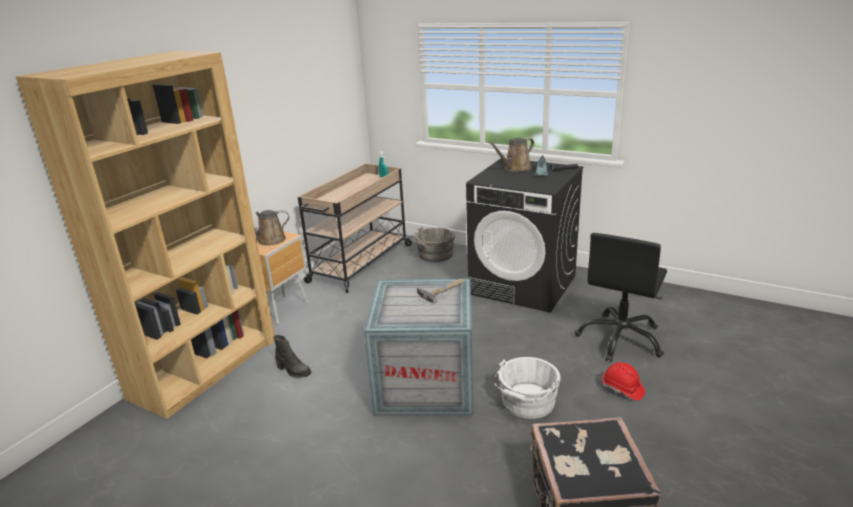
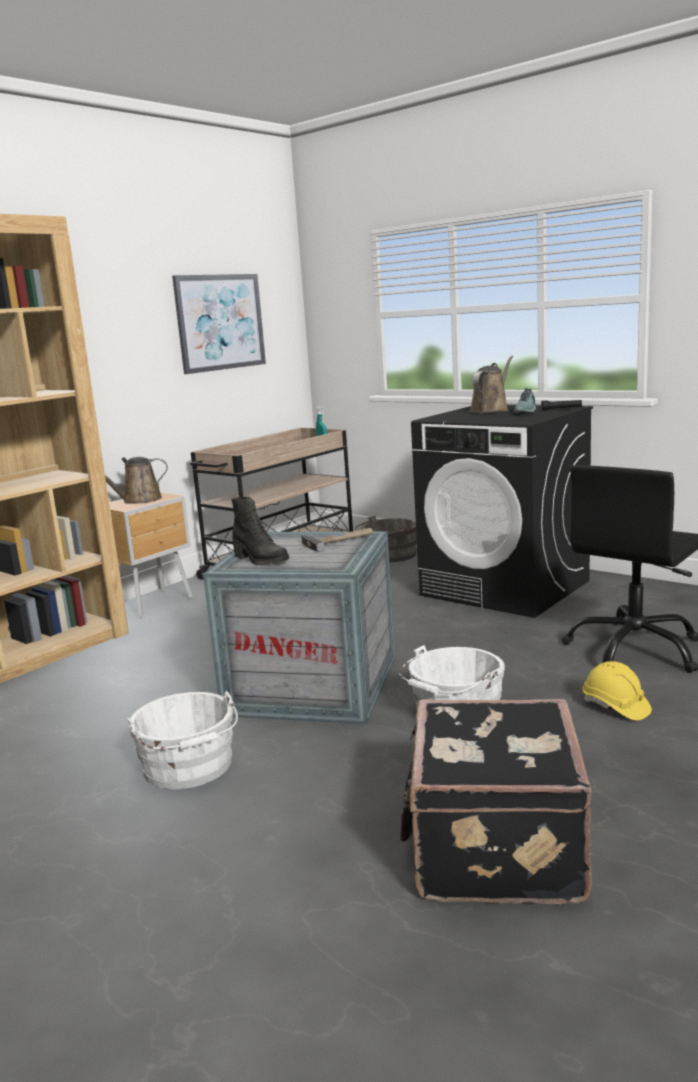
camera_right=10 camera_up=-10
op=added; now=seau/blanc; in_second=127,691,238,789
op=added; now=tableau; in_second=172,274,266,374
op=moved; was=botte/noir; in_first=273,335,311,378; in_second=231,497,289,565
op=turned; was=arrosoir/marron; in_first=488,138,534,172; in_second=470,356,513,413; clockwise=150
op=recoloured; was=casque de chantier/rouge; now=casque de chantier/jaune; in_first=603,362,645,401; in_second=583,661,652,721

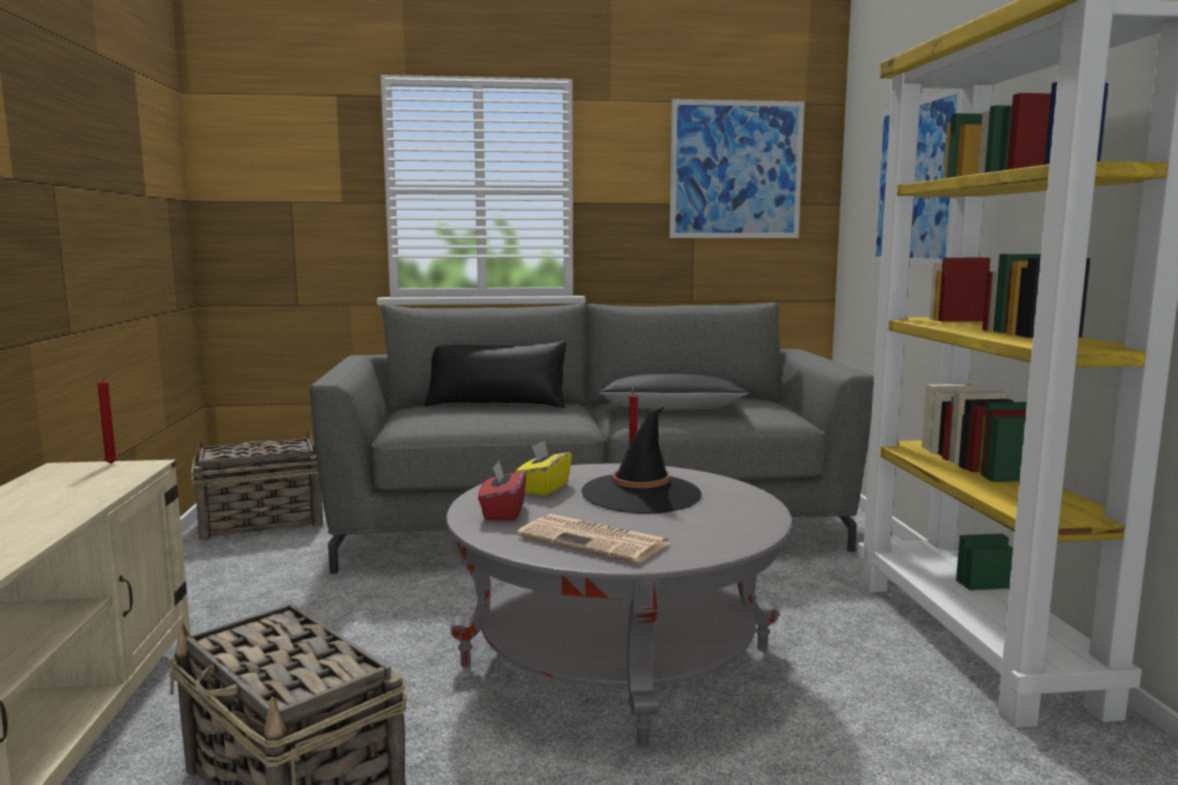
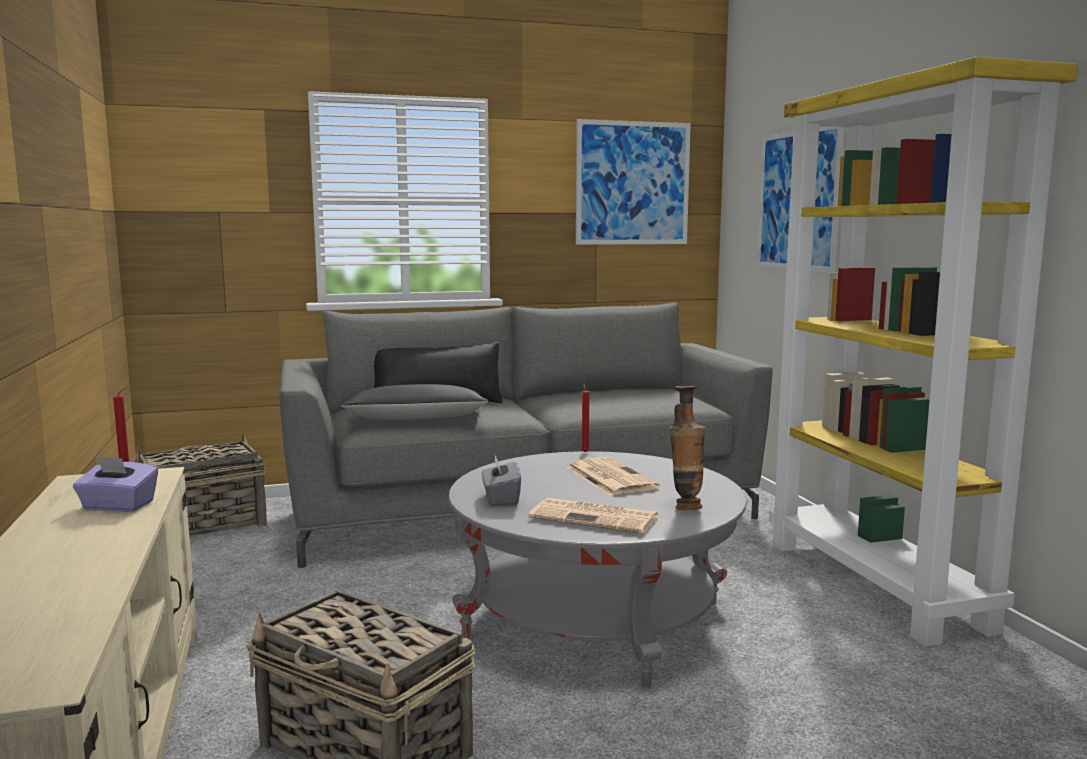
camera_right=-10 camera_up=0
op=added; now=boîte à mouchoirs/violet; in_second=73,456,158,512
op=moved; was=coussin/noir; in_first=598,374,749,410; in_second=340,384,489,420
op=recoloured; was=boîte à mouchoirs/rouge; now=boîte à mouchoirs/gris; in_first=478,460,526,520; in_second=482,455,521,506
op=replaced; was=chapeau/noir; now=journal; in_first=581,407,702,514; in_second=566,457,659,496
op=added; now=vase; in_second=669,386,706,510
op=removed; was=boîte à mouchoirs/jaune; in_first=515,440,572,496

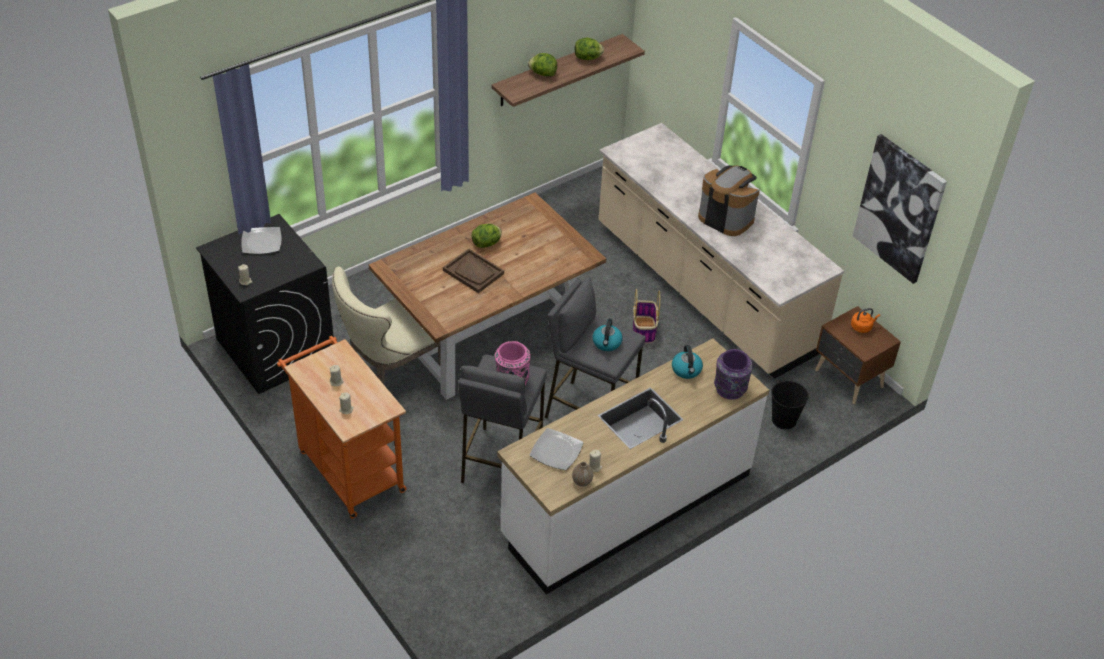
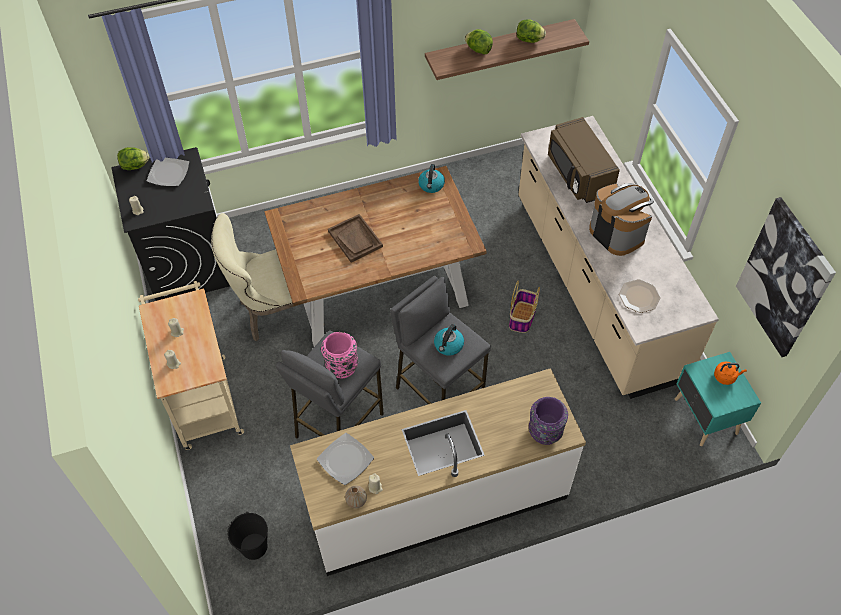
camera_right=20 camera_up=10
op=moved; was=laitue; in_first=471,224,502,248; in_second=117,147,149,170
op=recoloured; was=chariot/orange; now=chariot/beige; in_first=277,336,406,519; in_second=138,281,244,450
op=moved; was=seau/noir; in_first=771,380,809,429; in_second=227,512,268,560
op=moved; was=bouilloire; in_first=672,345,703,379; in_second=418,164,445,193
op=added; now=micro-ondes/marron; in_second=548,117,620,203
op=added; now=assiette; in_second=619,279,661,313
op=recoloured; was=table de chevet/marron; now=table de chevet/turquoise; in_first=815,306,901,404; in_second=675,352,761,446

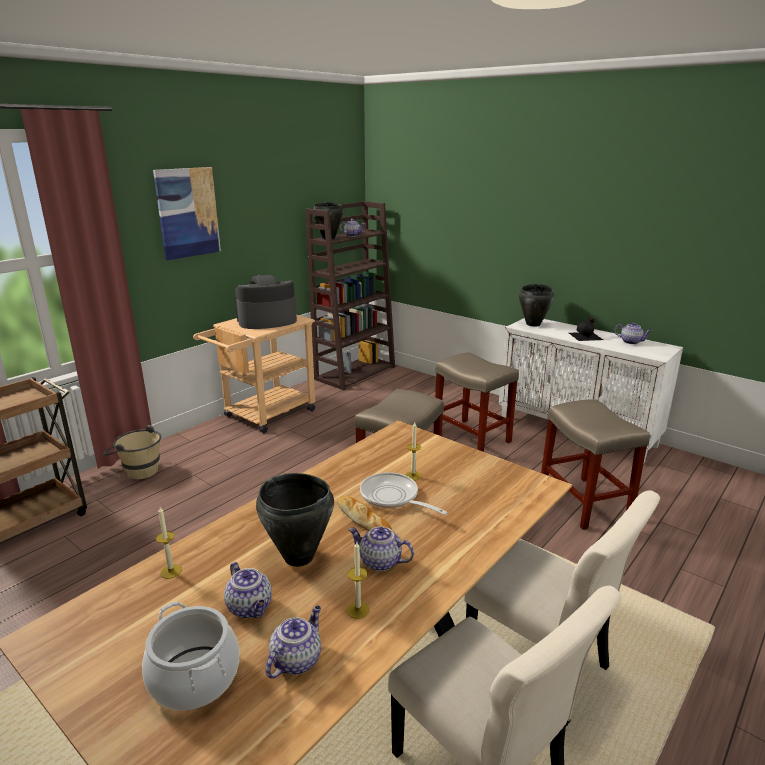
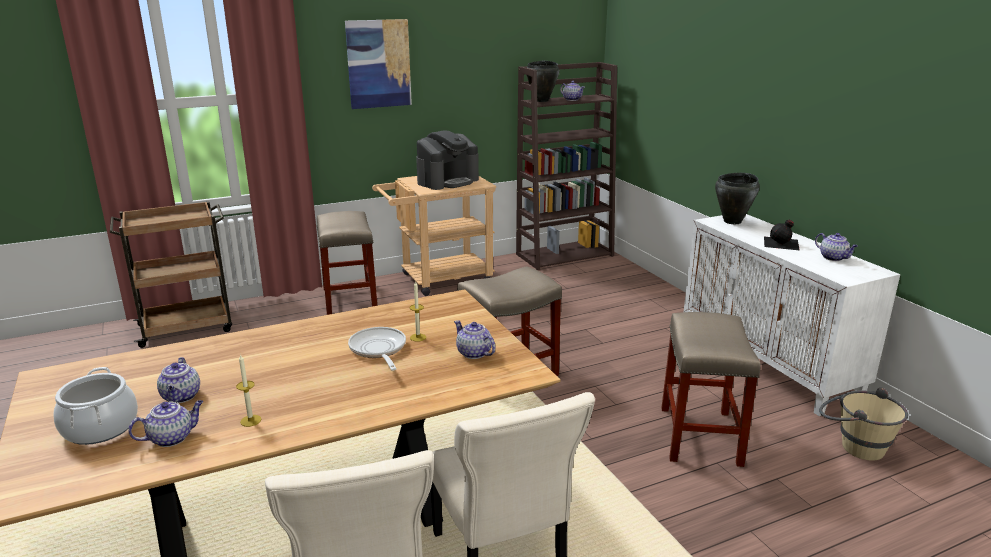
camera_right=25 camera_up=0
op=moved; was=tabouret/beige; in_first=433,352,519,452; in_second=317,211,377,315
op=turned; was=machine à café; in_first=235,275,297,329; in_second=416,130,479,190; clockwise=135
op=moved; was=théière; in_first=348,526,414,571; in_second=454,320,496,359
op=moved; was=seau/beige; in_first=103,425,161,479; in_second=819,388,908,461
op=removed; was=bougie; in_first=156,507,182,579
op=removed; was=marmite/noir; in_first=256,473,334,567
op=removed; was=pain; in_first=337,496,392,531

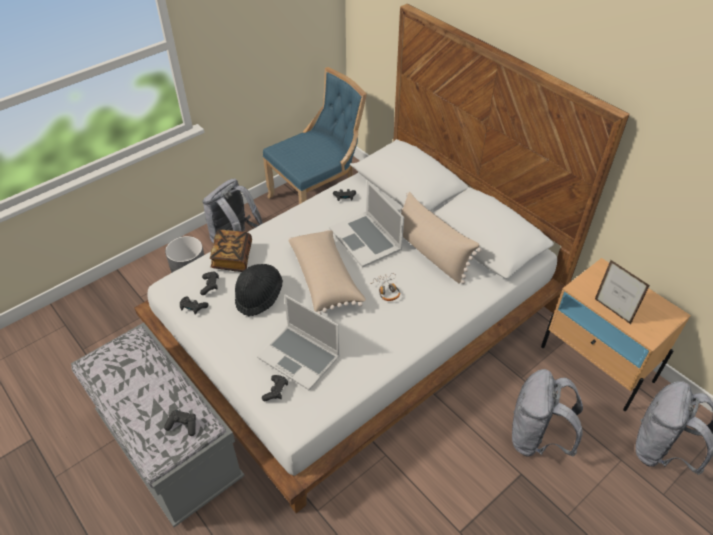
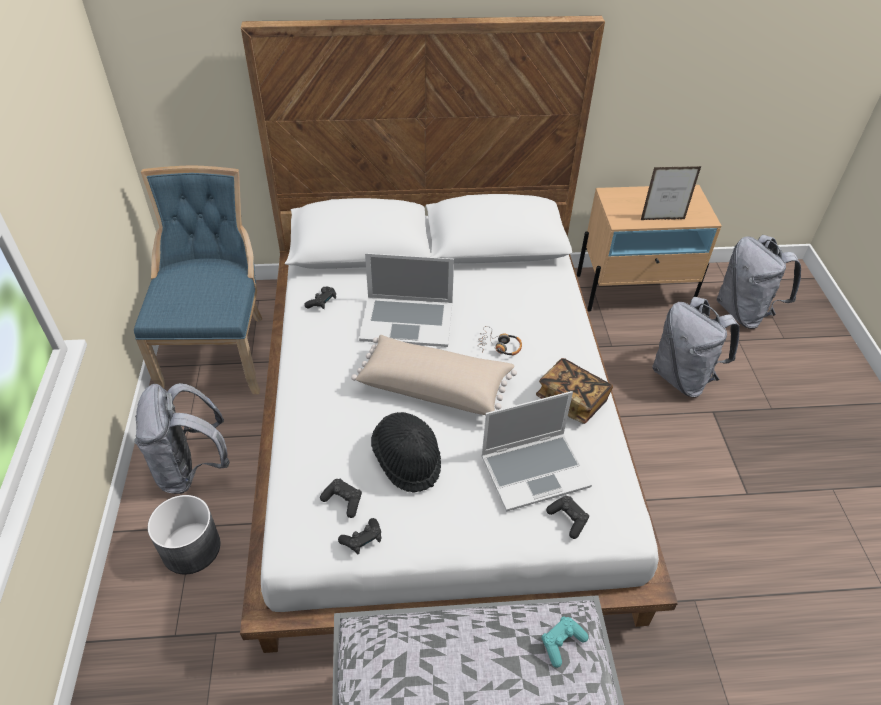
camera_right=-55 camera_up=0
op=moved; was=livre; in_first=210,230,252,272; in_second=536,358,613,424
op=recoloured; was=manette/noir; now=manette/turquoise; in_first=164,410,196,436; in_second=542,616,589,668
op=removed; was=coussin/beige; in_first=401,192,482,284

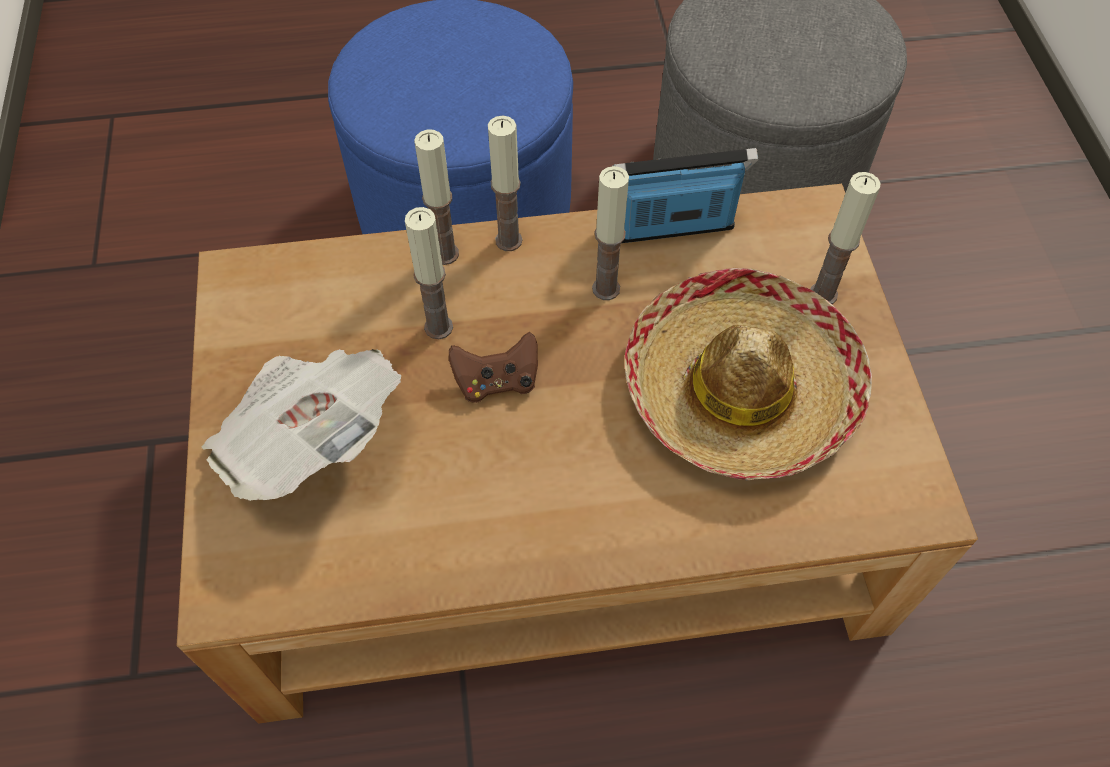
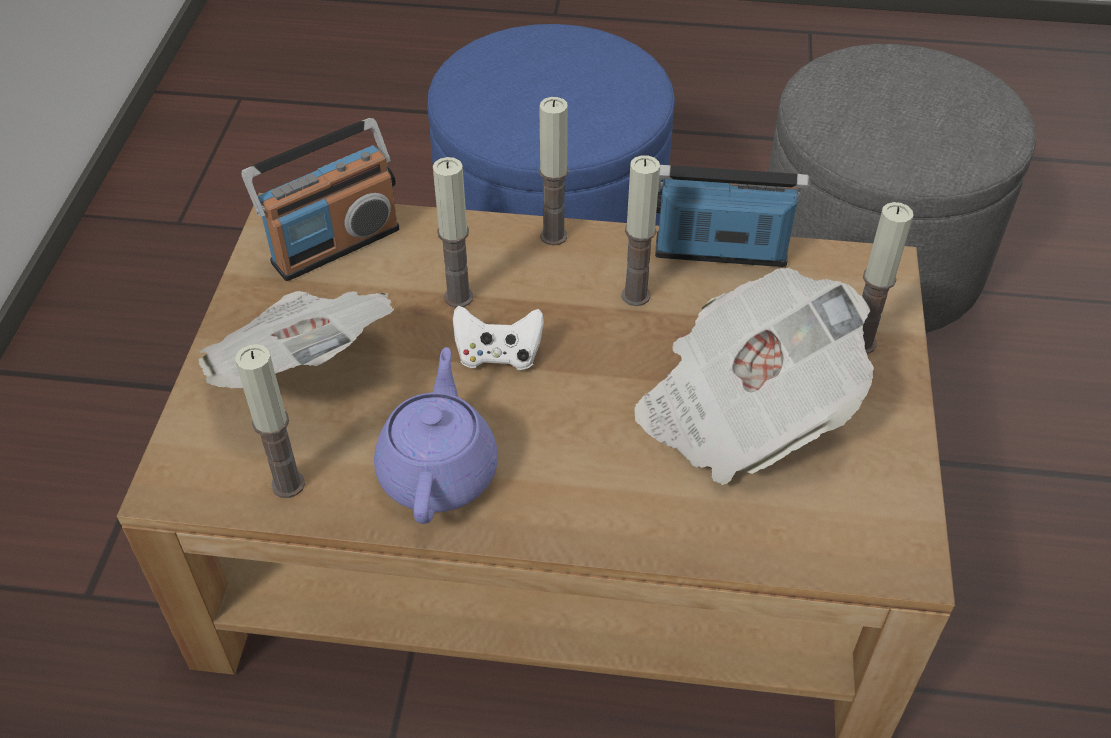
camera_right=15 camera_up=-10
op=moved; was=bougie; in_first=414,130,459,265; in_second=235,344,305,498
op=added; now=radio; in_second=241,118,399,281
op=added; now=théière/violet; in_second=374,347,498,524
op=recoloured; was=manette/marron; now=manette/blanc; in_first=449,332,538,403; in_second=453,306,544,370
op=replaced; was=chapeau; now=journal; in_first=625,268,872,481; in_second=634,267,874,485

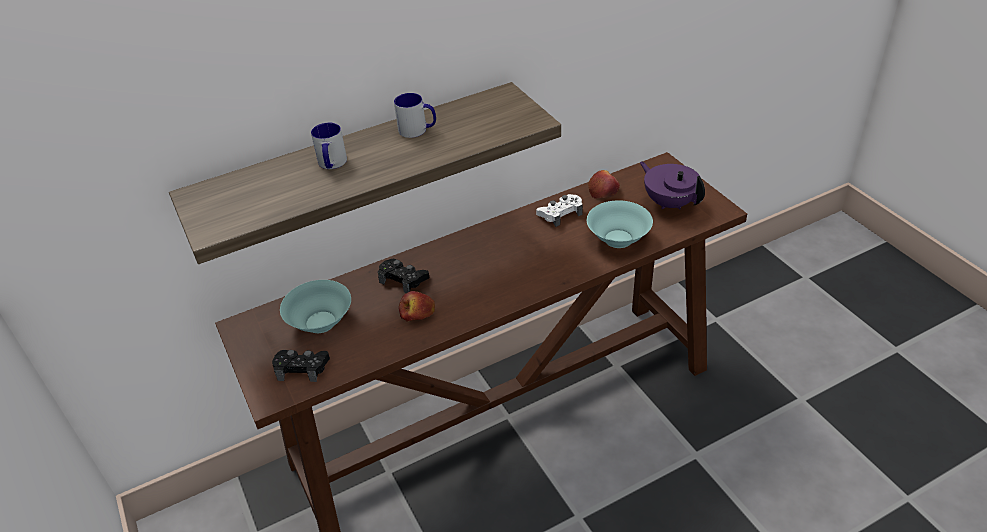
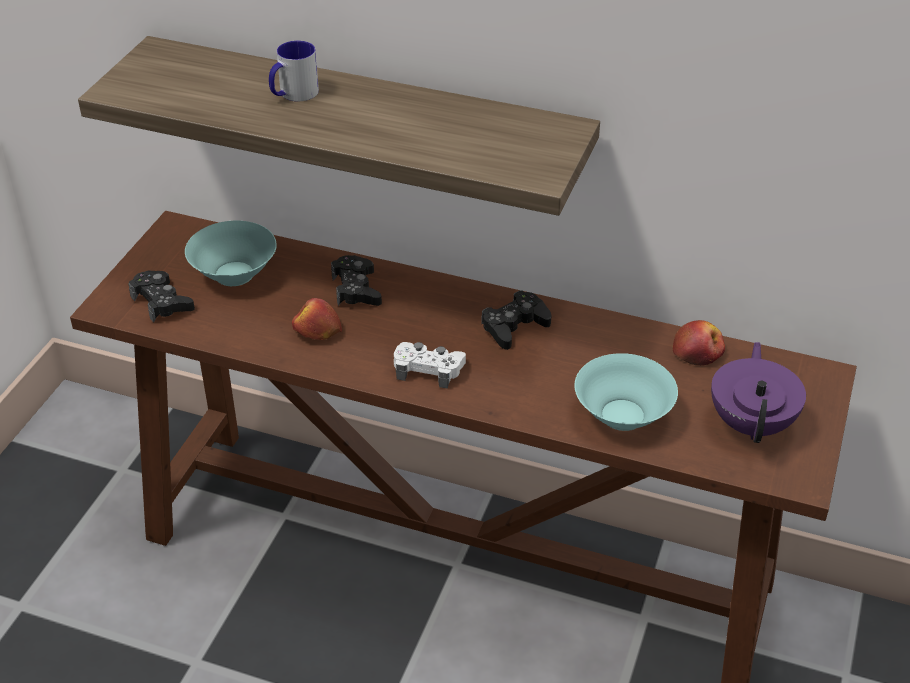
camera_right=45 camera_up=0
op=moved; was=manette/blanc; in_first=536,194,583,227; in_second=394,342,466,389
op=added; now=manette/noir; in_second=481,290,551,350
op=removed; was=mug; in_first=394,93,436,138

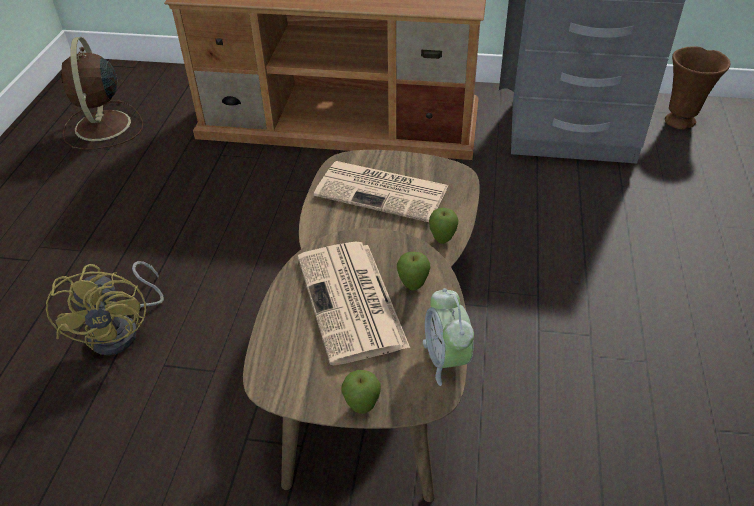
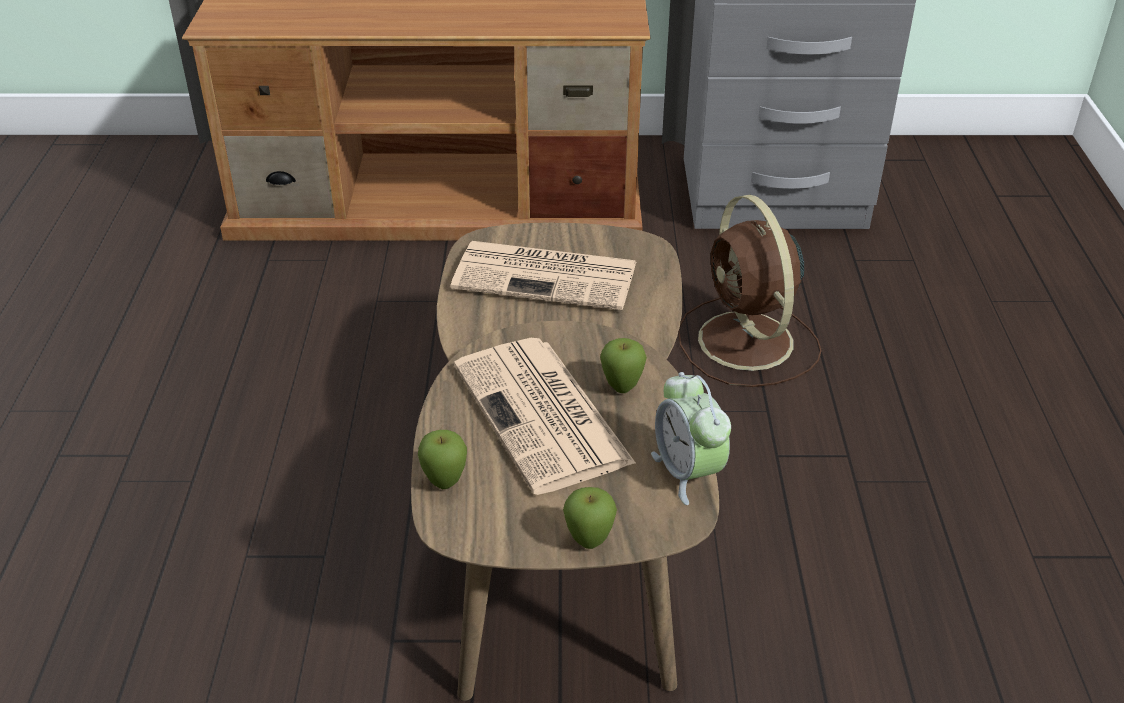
camera_right=-10 camera_up=-5
op=moved; was=pomme; in_first=429,208,458,244; in_second=418,430,467,489
op=moved; was=ventilateur/marron; in_first=61,37,143,150; in_second=678,194,822,387
op=removed; was=ventilateur/jaune; in_first=46,261,164,355
op=removed; was=vase/marron; in_first=665,46,730,130

